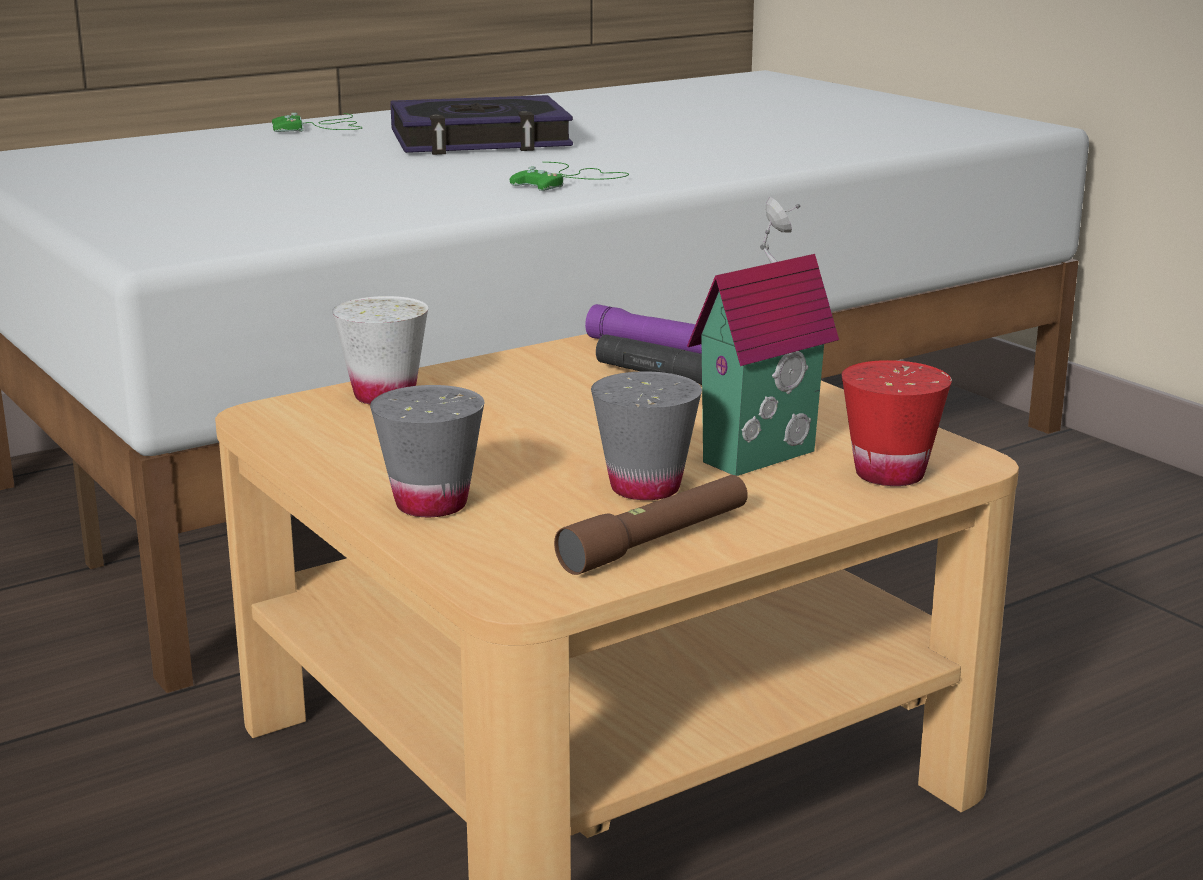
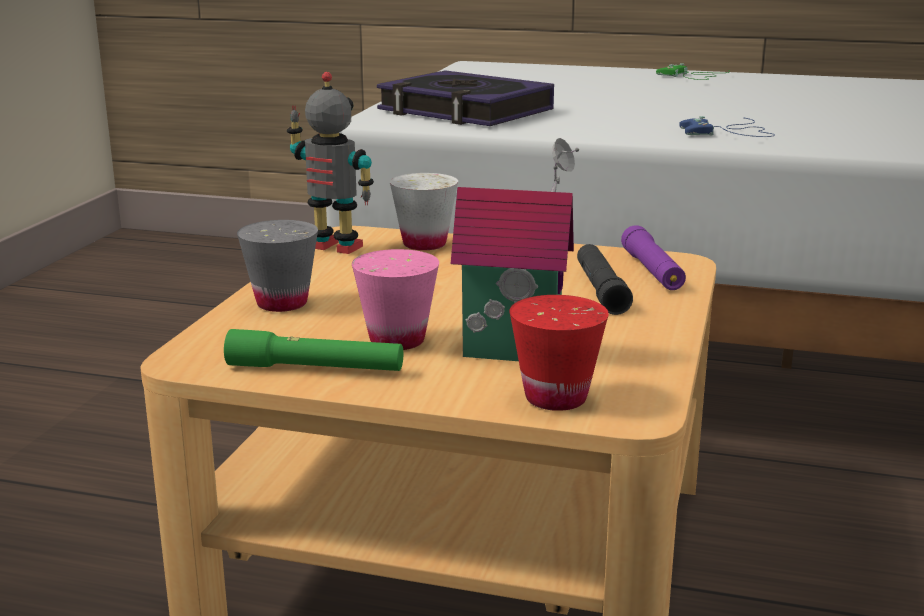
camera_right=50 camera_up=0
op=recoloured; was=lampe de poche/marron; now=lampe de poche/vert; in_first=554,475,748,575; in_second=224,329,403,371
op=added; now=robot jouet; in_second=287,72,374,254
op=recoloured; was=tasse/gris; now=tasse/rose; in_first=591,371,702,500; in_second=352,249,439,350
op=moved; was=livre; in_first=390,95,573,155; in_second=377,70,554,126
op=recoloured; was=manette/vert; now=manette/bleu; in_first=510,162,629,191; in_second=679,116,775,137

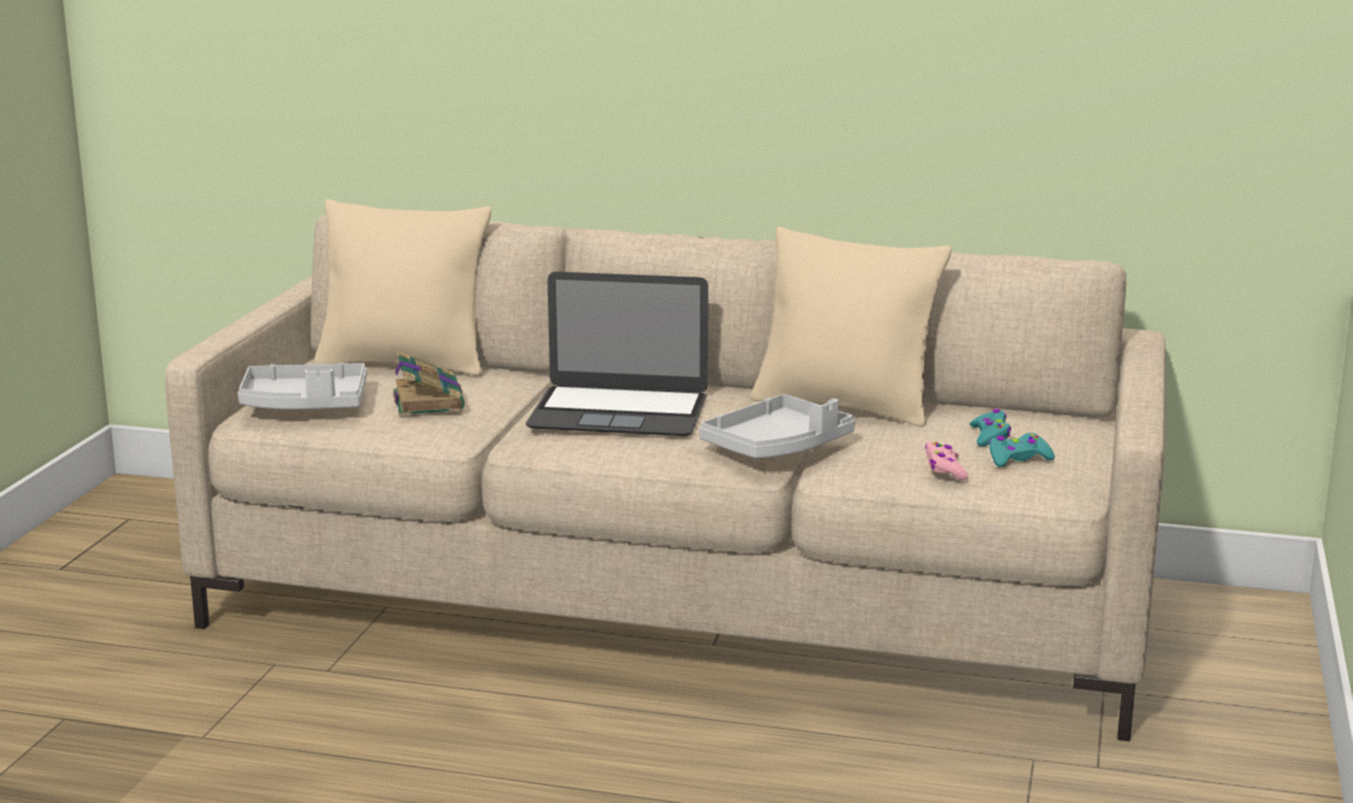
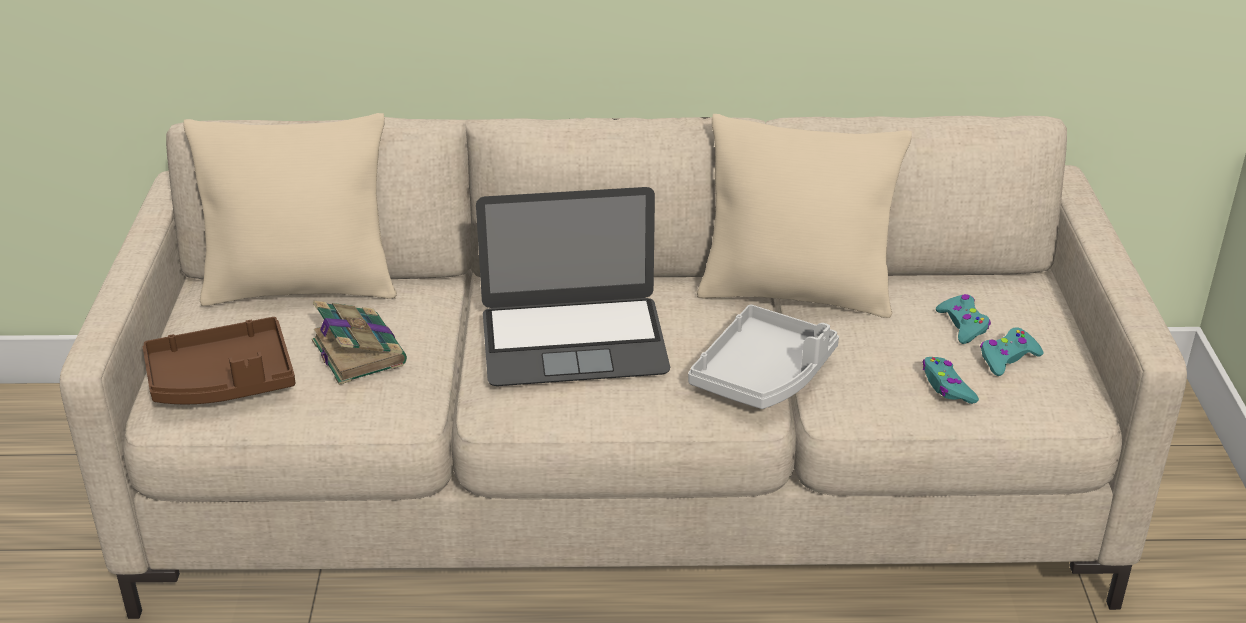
camera_right=-15 camera_up=15
op=recoloured; was=plateau/gris; now=plateau/marron; in_first=238,363,367,410; in_second=143,317,295,404
op=recoloured; was=manette/rose; now=manette/turquoise; in_first=925,442,968,480; in_second=922,357,979,404

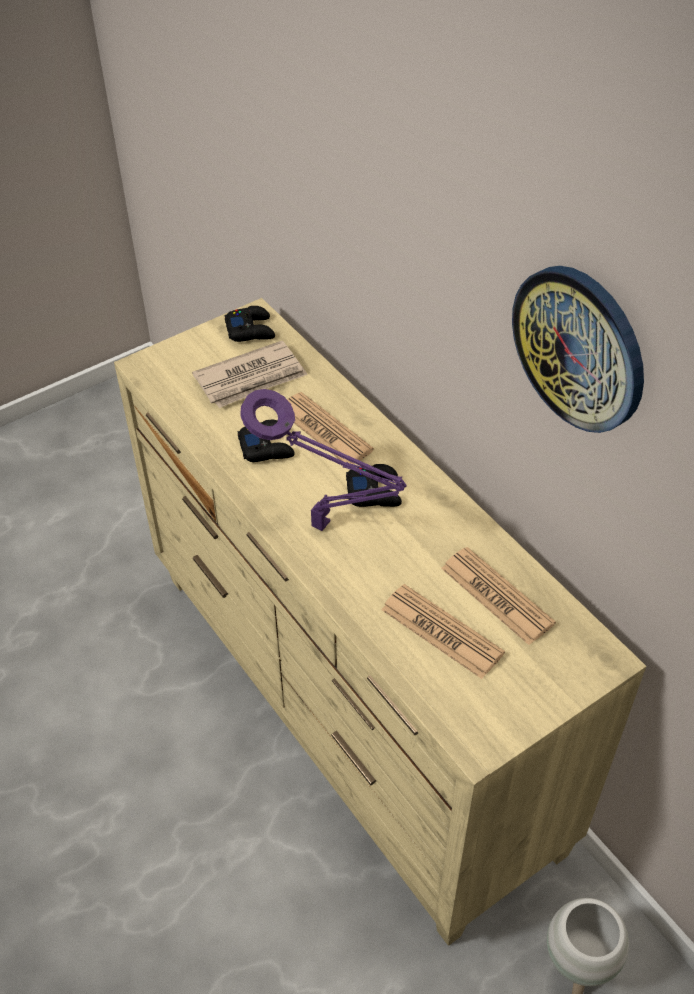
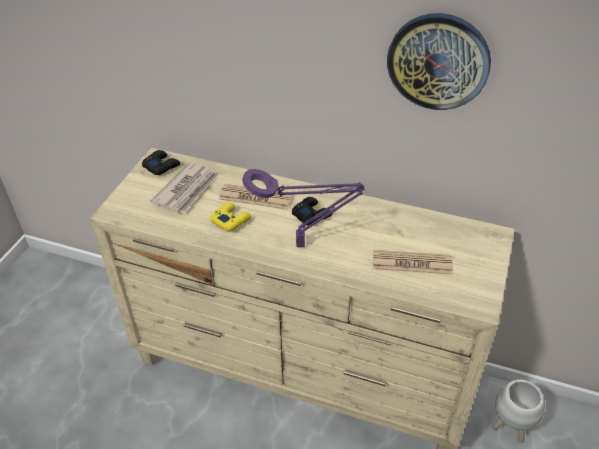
camera_right=-35 camera_up=-5
op=recoloured; was=manette/noir; now=manette/jaune; in_first=237,420,295,462; in_second=210,202,252,232
op=removed; was=journal; in_first=441,547,556,645

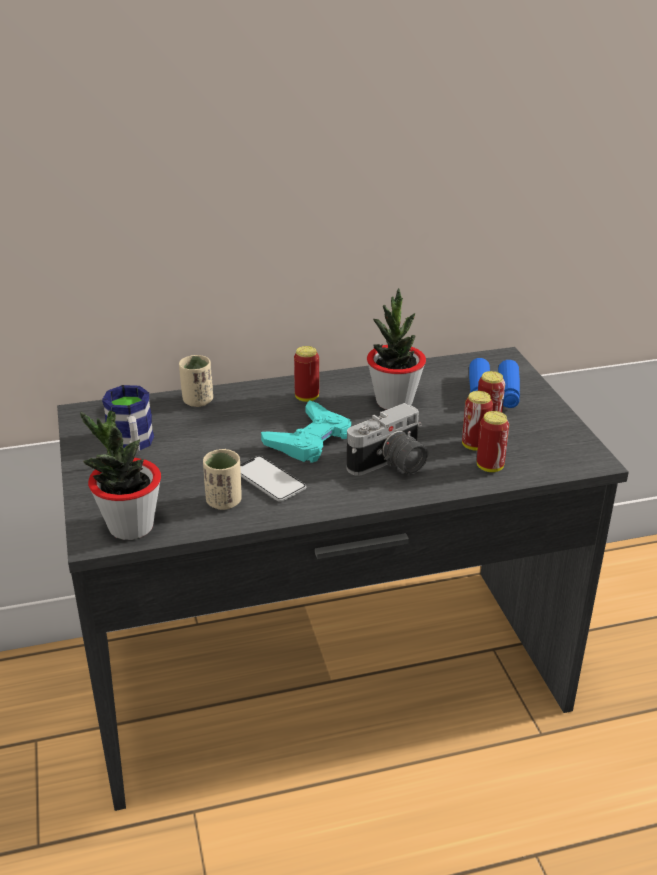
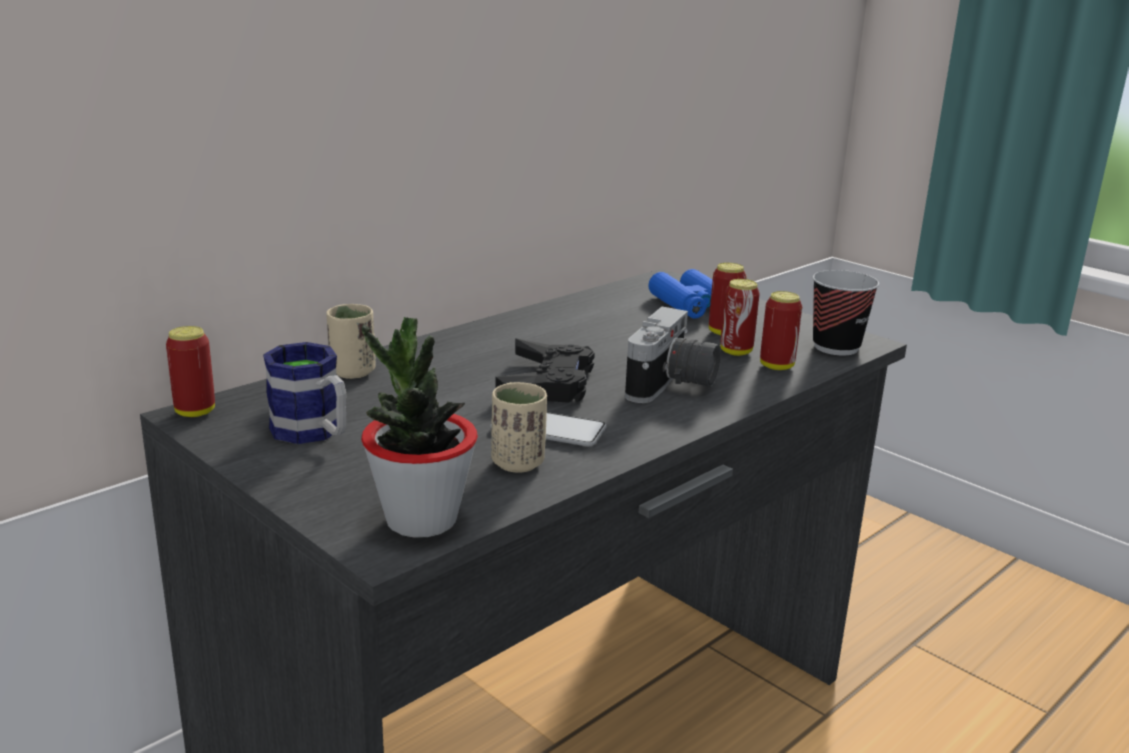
camera_right=-30 camera_up=-10
op=moved; was=boîte métallique; in_first=294,346,319,402; in_second=166,326,215,417
op=recoloured; was=manette/turquoise; now=manette/noir; in_first=261,400,351,463; in_second=495,338,595,403
op=added; now=tasse; in_second=813,270,879,355
op=removed; was=plante en pot; in_first=367,288,426,410

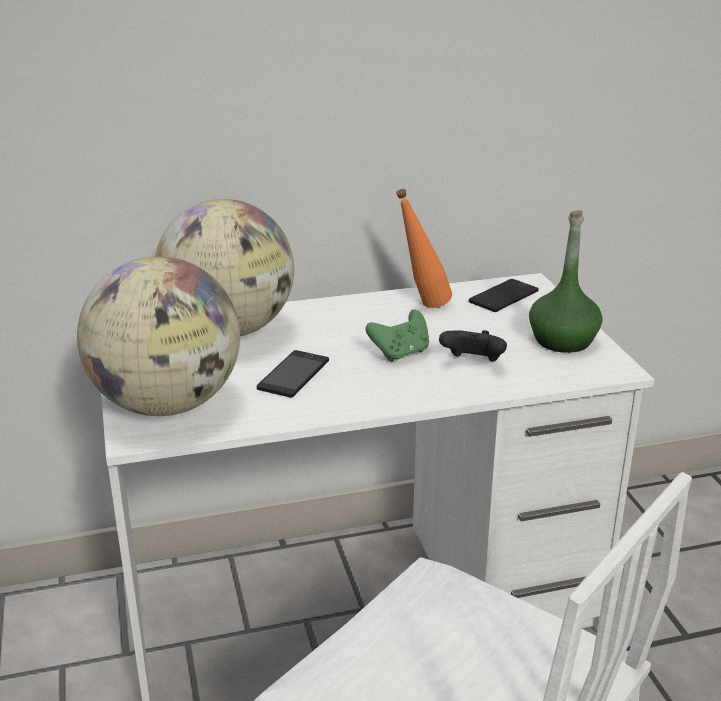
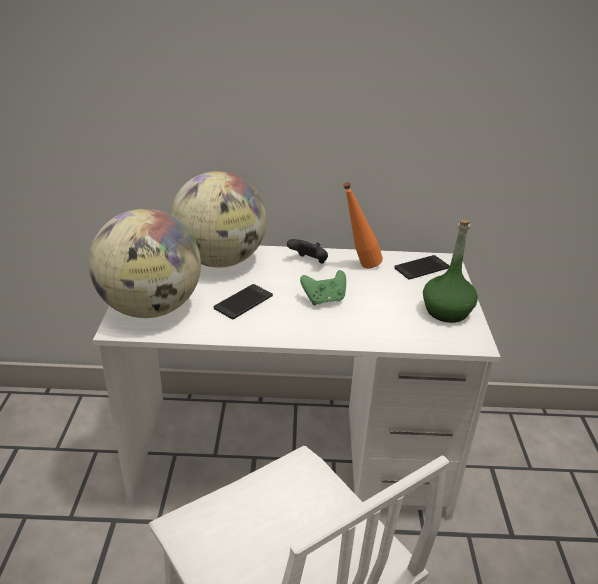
camera_right=15 camera_up=5
op=moved; was=manette/noir; in_first=439,330,507,362; in_second=287,239,328,263

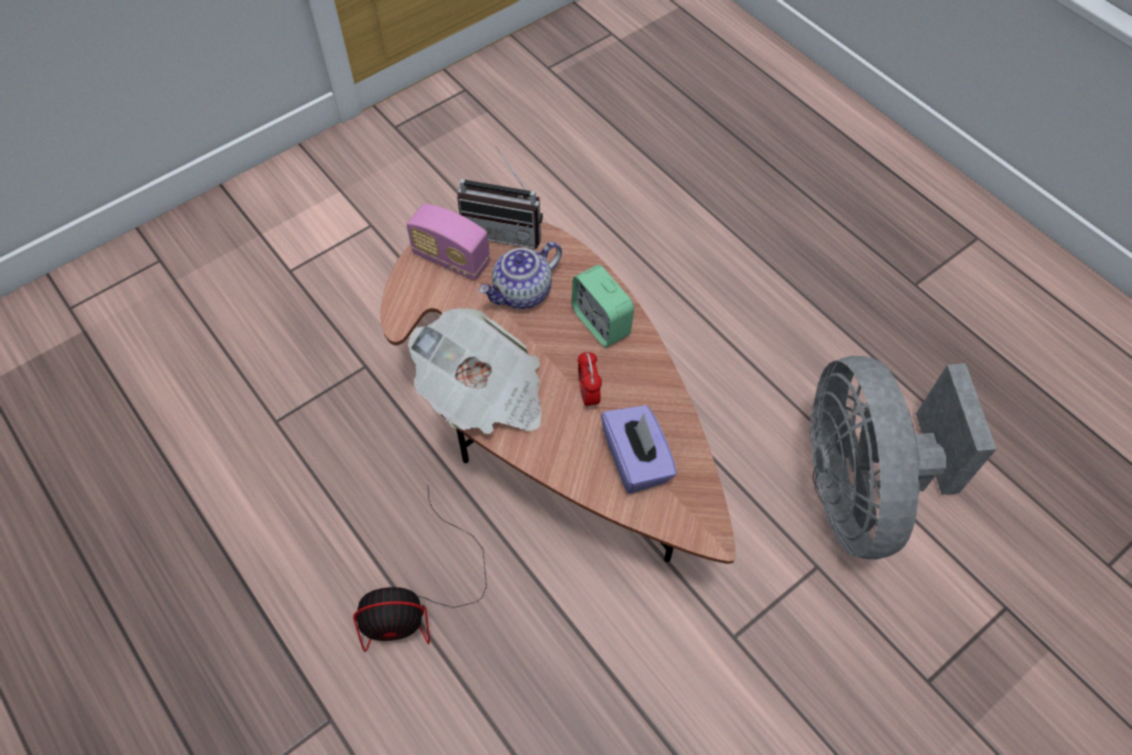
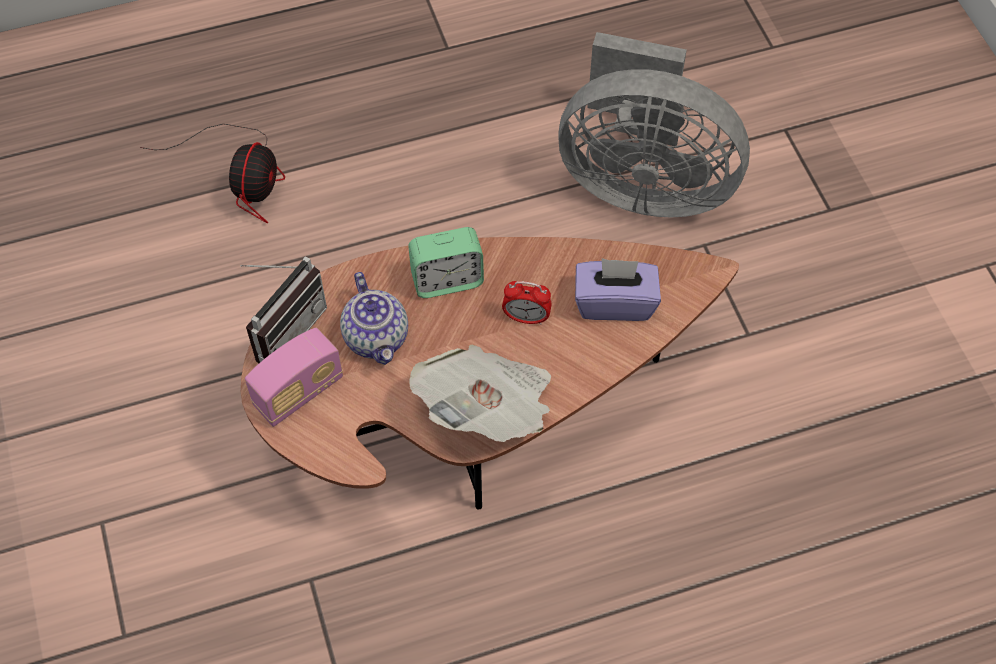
camera_right=-70 camera_up=0
op=moved; was=ventilateur; in_first=353,489,487,652; in_second=140,124,285,223

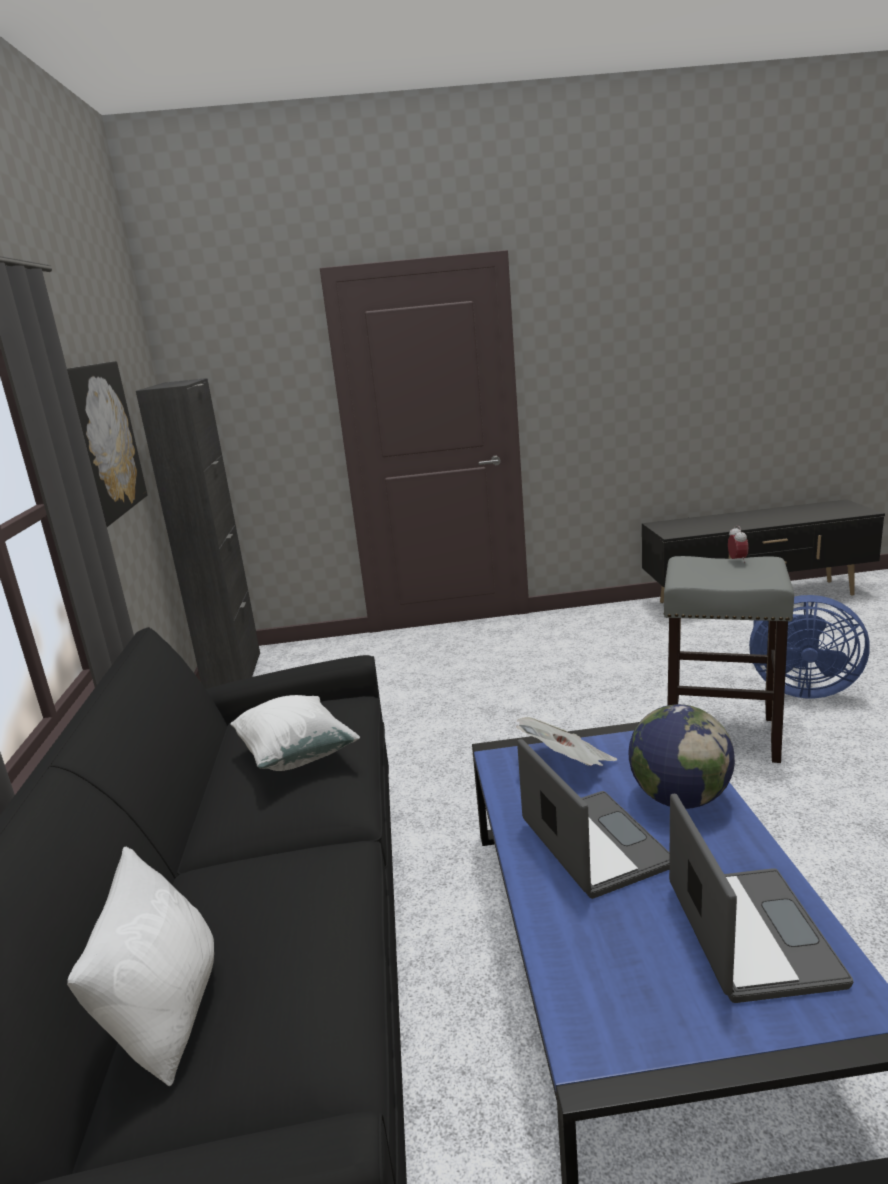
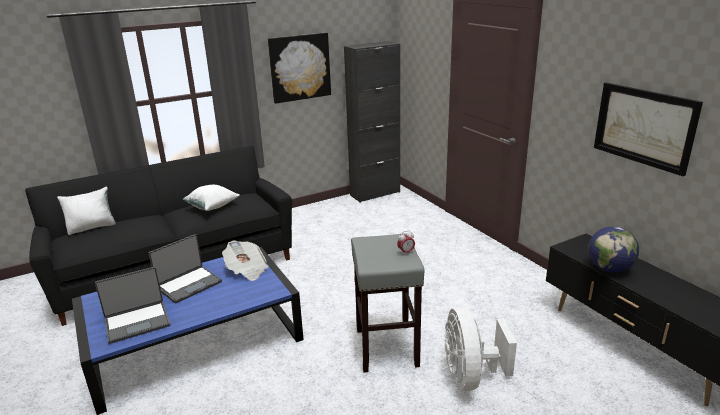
camera_right=65 camera_up=5
op=recoloured; was=ventilateur/bleu; now=ventilateur/blanc; in_first=749,595,870,698; in_second=445,307,517,391
op=moved; was=globe; in_first=628,704,735,809; in_second=588,226,639,273
op=added; now=tableau; in_second=594,83,703,176

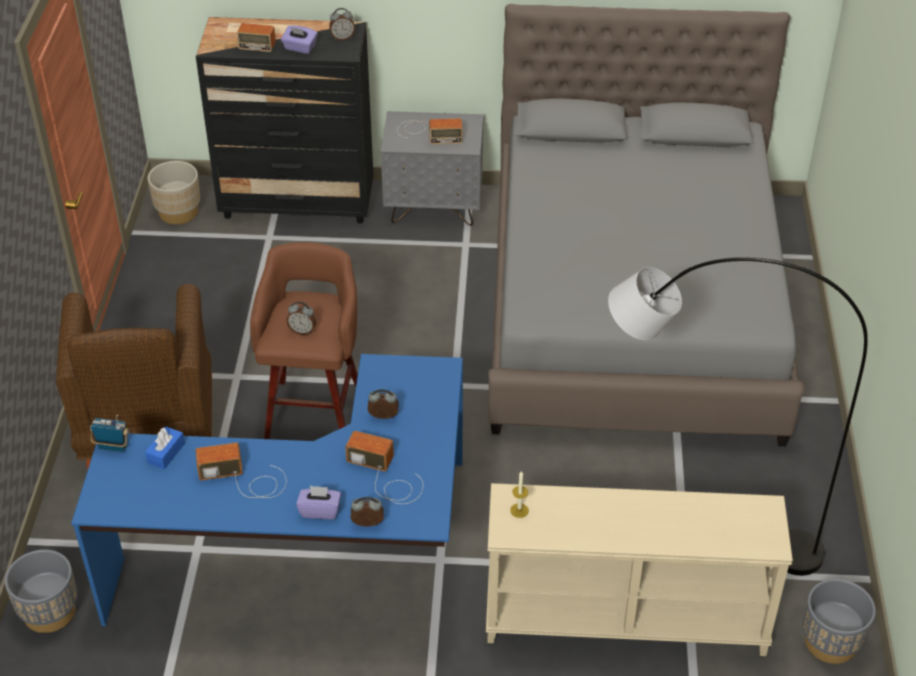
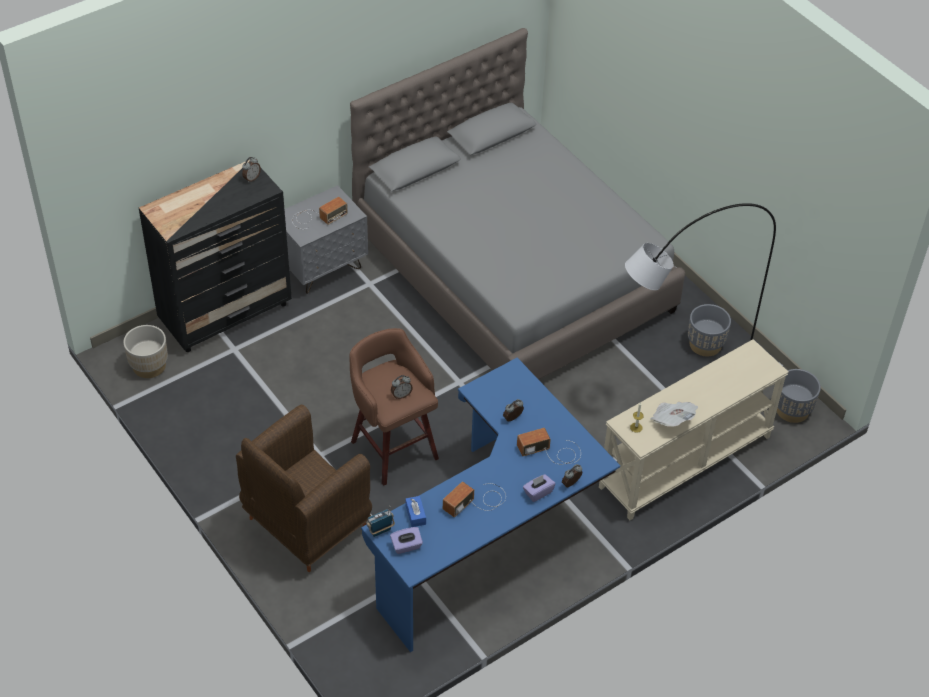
camera_right=-40 camera_up=5
op=turned; was=fauteuil/marron; in_first=56,284,212,470; in_second=236,405,372,572; clockwise=90
op=moved; was=boîte à mouchoirs/violet; in_first=281,25,318,54; in_second=390,527,423,554
op=added; now=journal; in_second=650,402,698,427
op=moved; was=cache-pot/gris; in_first=5,549,77,633; in_second=688,304,731,357
op=removed; was=radio; in_first=213,23,276,52

